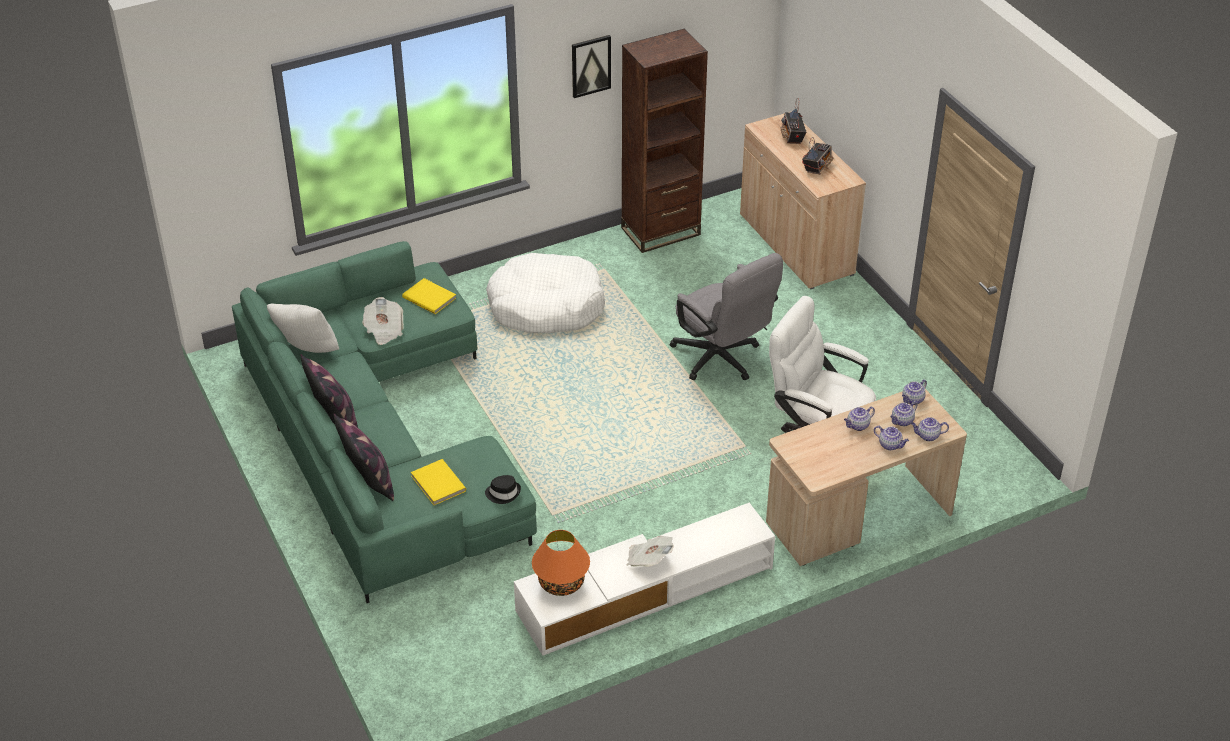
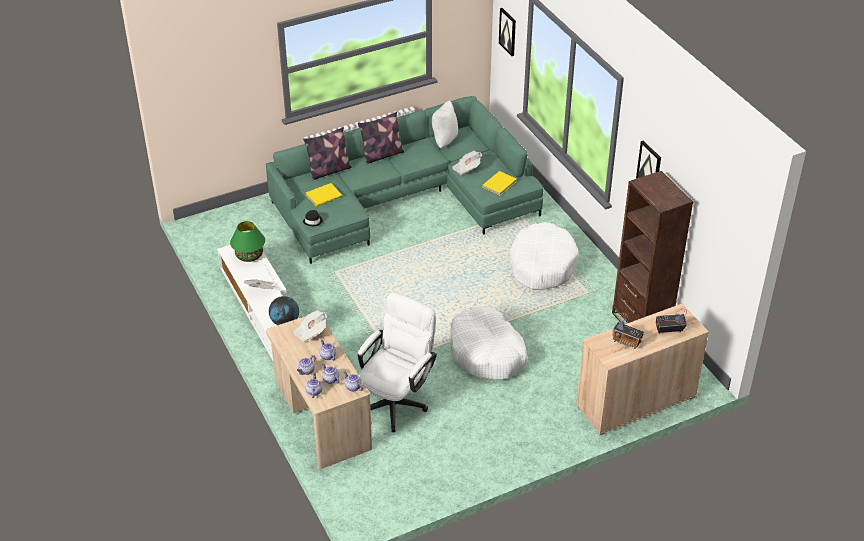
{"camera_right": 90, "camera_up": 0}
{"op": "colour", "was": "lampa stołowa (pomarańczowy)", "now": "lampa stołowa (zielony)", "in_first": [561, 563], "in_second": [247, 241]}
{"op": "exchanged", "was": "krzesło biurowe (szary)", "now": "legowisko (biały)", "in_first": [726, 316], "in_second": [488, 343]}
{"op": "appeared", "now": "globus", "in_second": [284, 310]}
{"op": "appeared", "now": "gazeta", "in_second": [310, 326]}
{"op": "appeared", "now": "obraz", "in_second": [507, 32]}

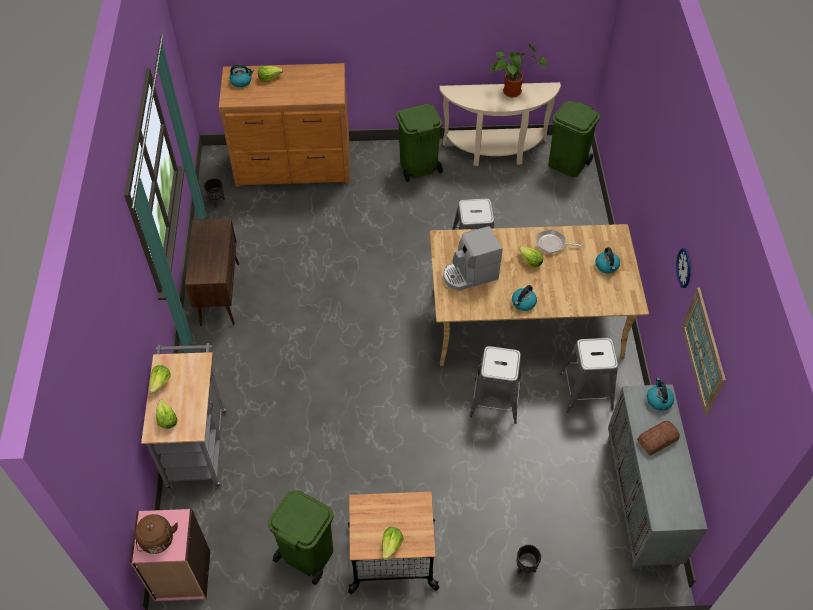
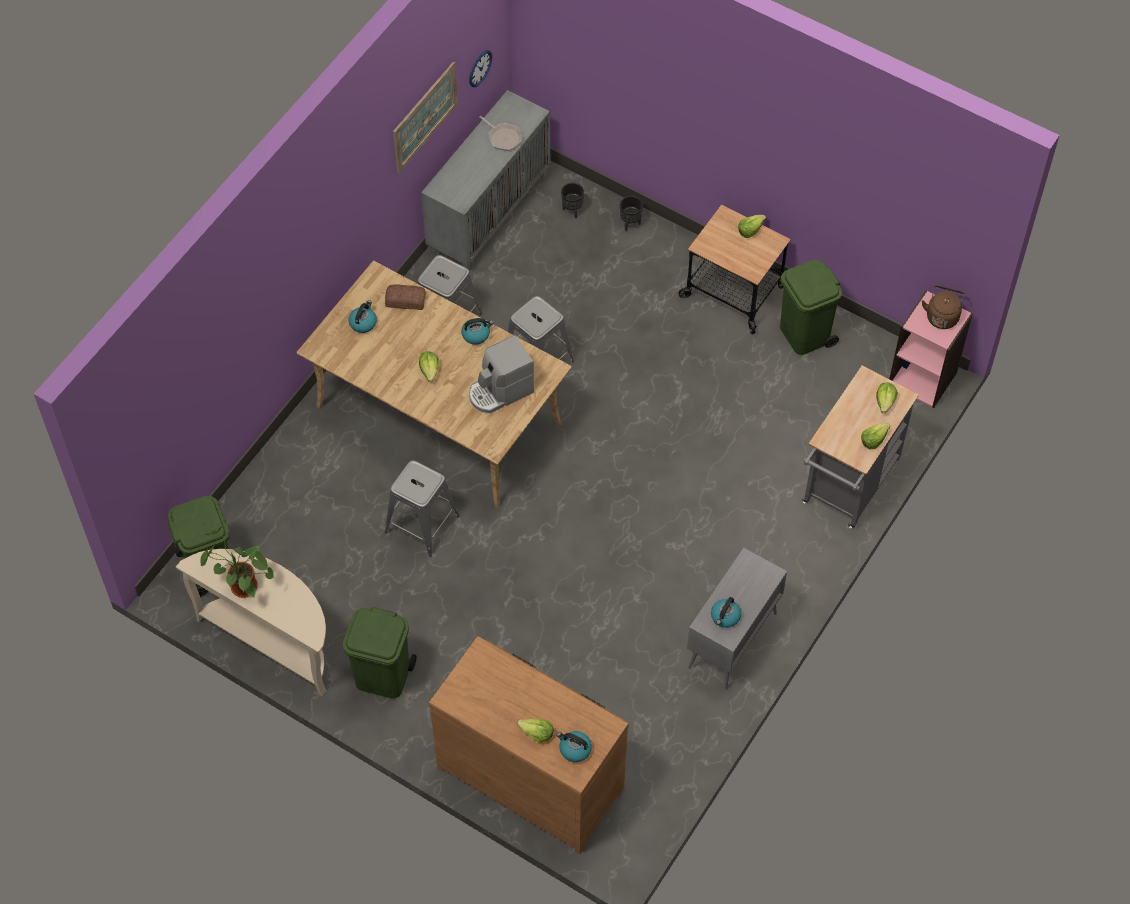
{"camera_right": -145, "camera_up": 5}
{"op": "colour", "was": "szafka (brązowy)", "now": "szafka (szary)", "in_first": [212, 272], "in_second": [737, 619]}
{"op": "relocated", "was": "donica (czarny)", "in_first": [214, 193], "in_second": [572, 200]}
{"op": "spun", "was": "ekspres do kawy", "in_first": [472, 258], "in_second": [501, 374], "clockwise": 135}
{"op": "relocated", "was": "patelnia", "in_first": [560, 241], "in_second": [500, 133]}
{"op": "relocated", "was": "chleb", "in_first": [658, 438], "in_second": [405, 297]}
{"op": "relocated", "was": "czajnik", "in_first": [660, 394], "in_second": [726, 612]}
{"op": "relocated", "was": "zegar ścienny", "in_first": [683, 268], "in_second": [480, 69]}

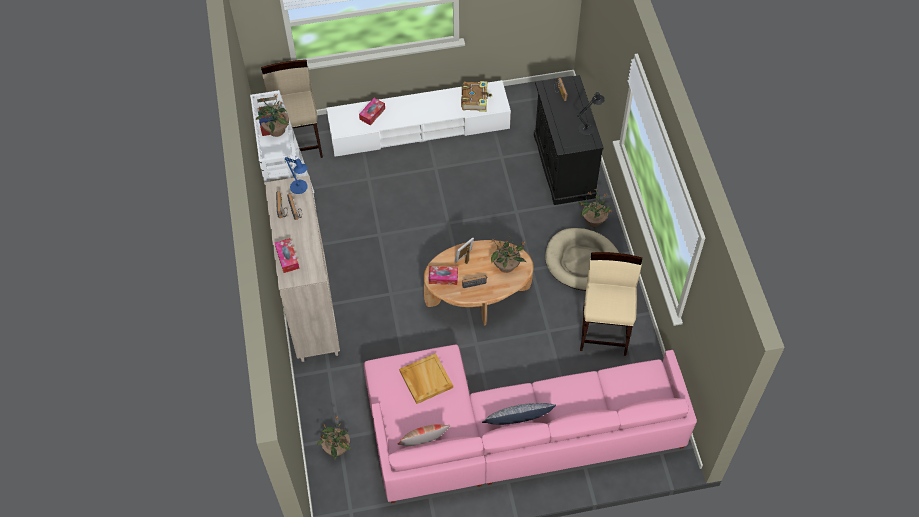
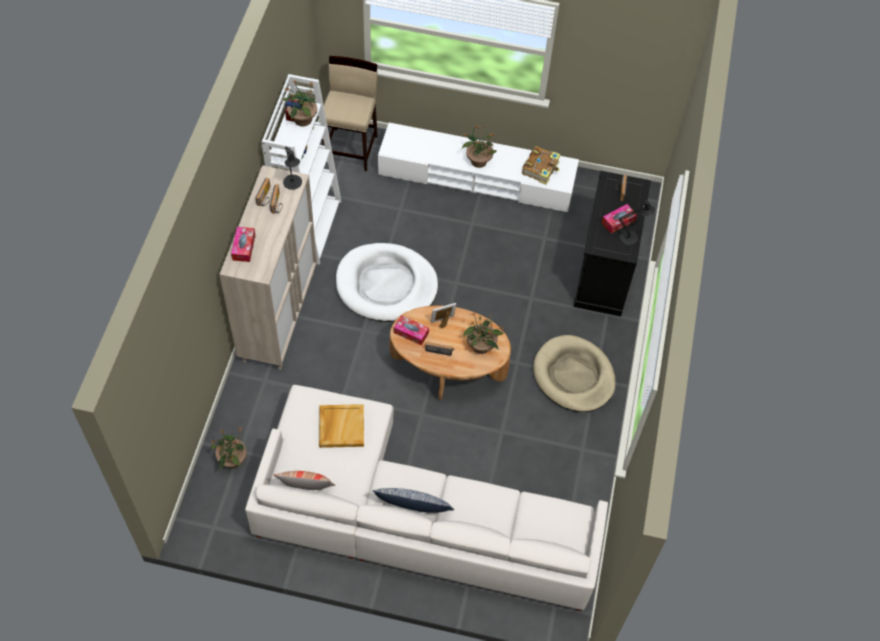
{"camera_right": 20, "camera_up": 0}
{"op": "colour", "was": "lampa stołowa (niebieski)", "now": "lampa stołowa (czarny)", "in_first": [296, 175], "in_second": [292, 168]}
{"op": "relocated", "was": "pudełko chusteczek", "in_first": [372, 111], "in_second": [619, 218]}
{"op": "colour", "was": "kanapa (różowy)", "now": "kanapa (biały)", "in_first": [530, 423], "in_second": [426, 498]}
{"op": "relocated", "was": "roślina doniczkowa", "in_first": [596, 207], "in_second": [479, 146]}
{"op": "missing", "was": "stołek (beżowy)", "in_first": [611, 304]}
{"op": "appeared", "now": "legowisko (biały)", "in_second": [387, 282]}

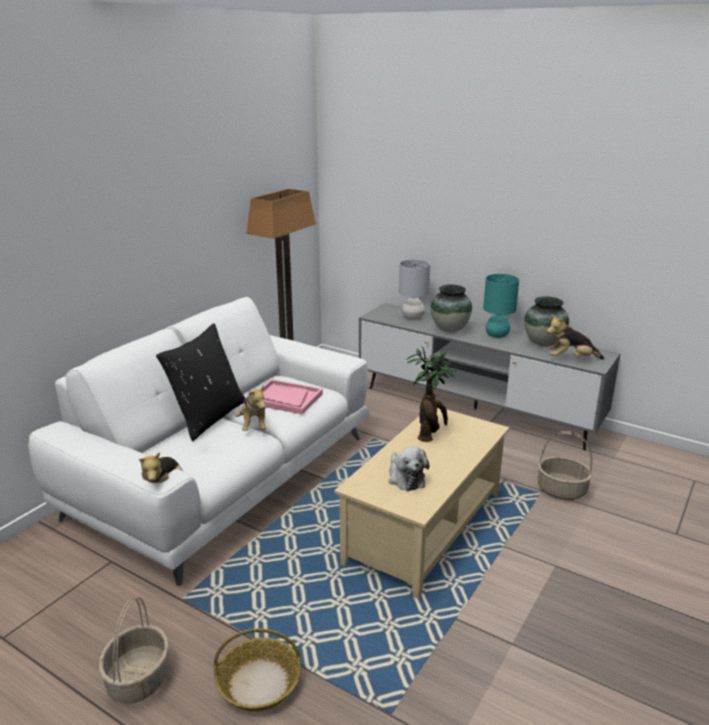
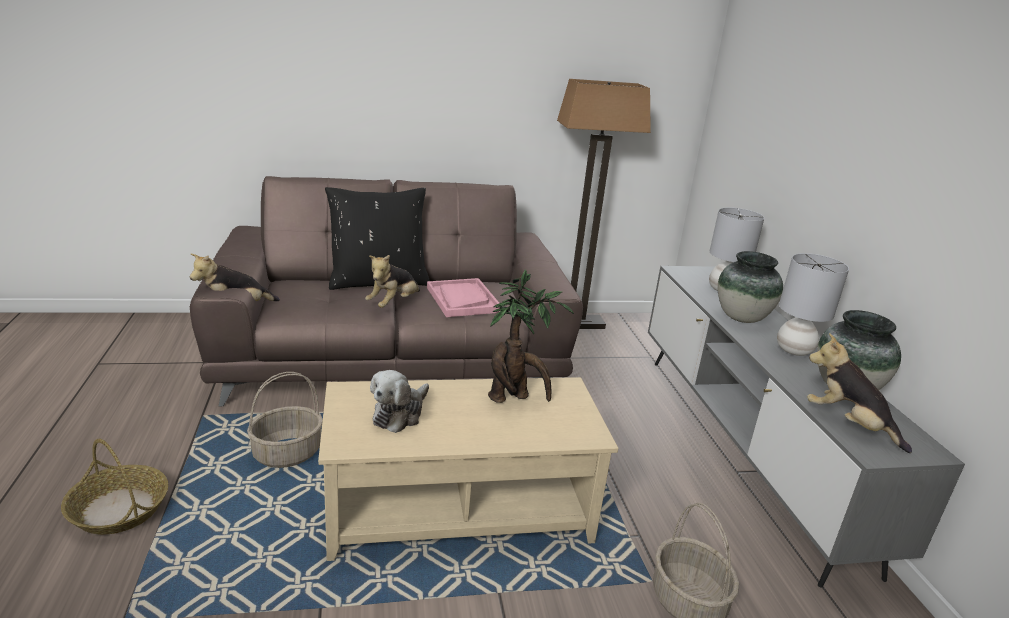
{"camera_right": 45, "camera_up": 0}
{"op": "colour", "was": "kanapa (biały)", "now": "kanapa (brązowy)", "in_first": [199, 441], "in_second": [386, 291]}
{"op": "relocated", "was": "koszyk", "in_first": [134, 650], "in_second": [285, 420]}
{"op": "colour", "was": "lampa stołowa (turkusowy)", "now": "lampa stołowa (szary)", "in_first": [501, 306], "in_second": [813, 304]}

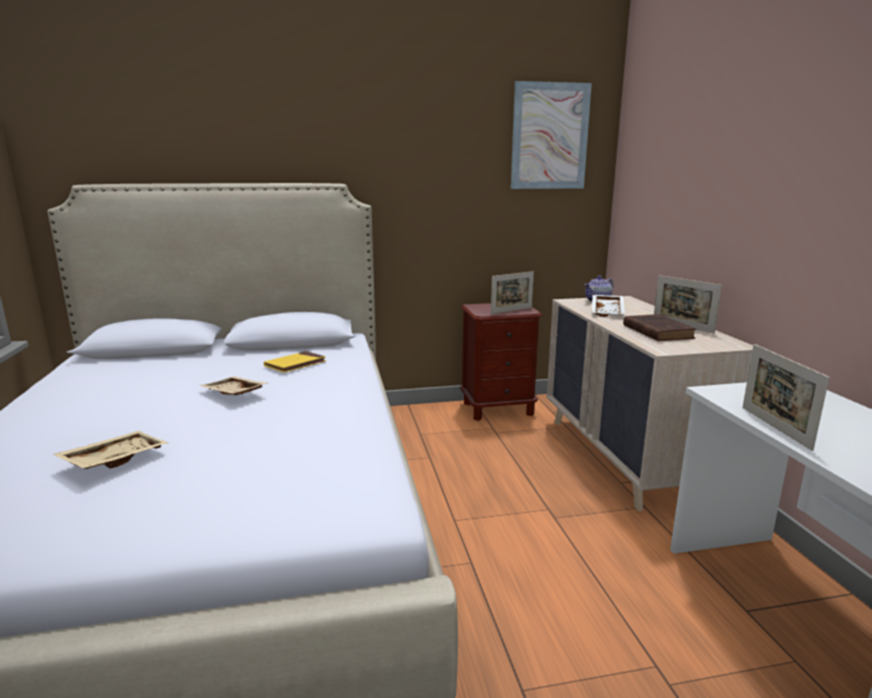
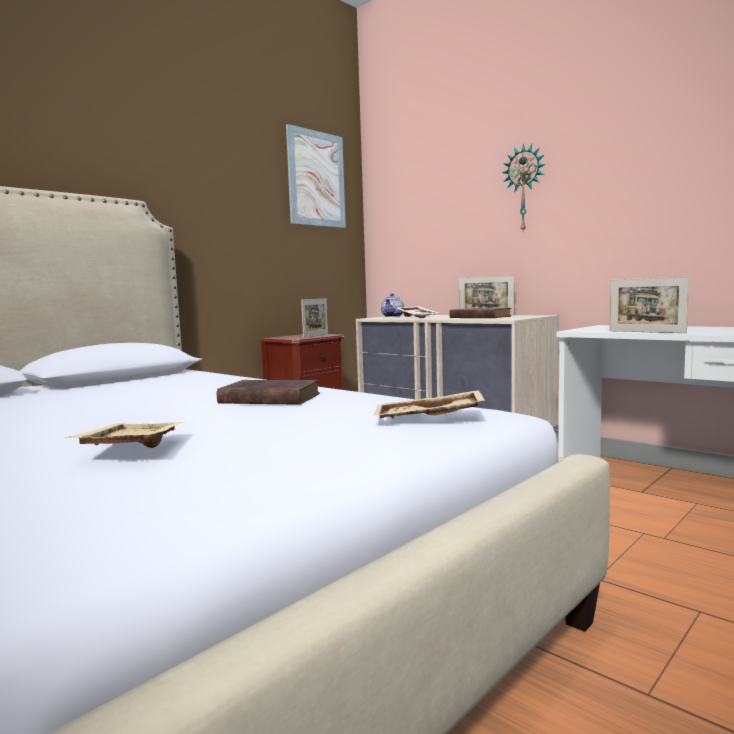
{"camera_right": -35, "camera_up": -10}
{"op": "relocated", "was": "taca (beżowy)", "in_first": [233, 385], "in_second": [429, 404]}
{"op": "missing", "was": "książka (żółty)", "in_first": [295, 362]}
{"op": "appeared", "now": "książka (brązowy)", "in_second": [268, 392]}
{"op": "appeared", "now": "zegar ścienny", "in_second": [524, 187]}

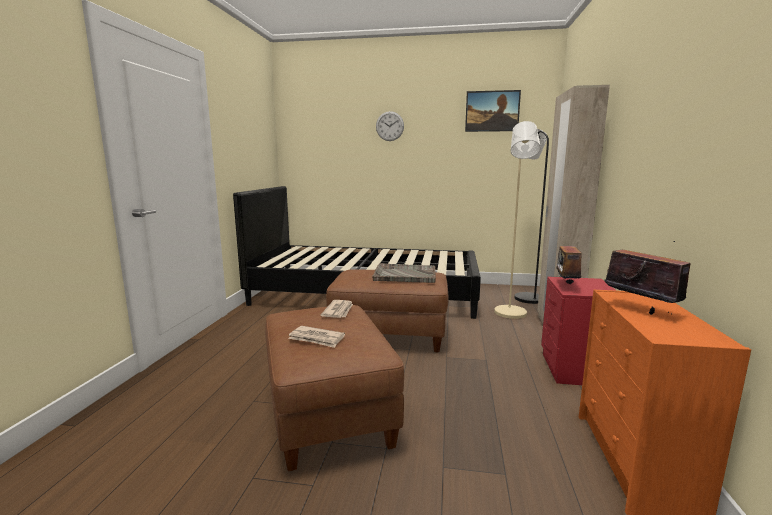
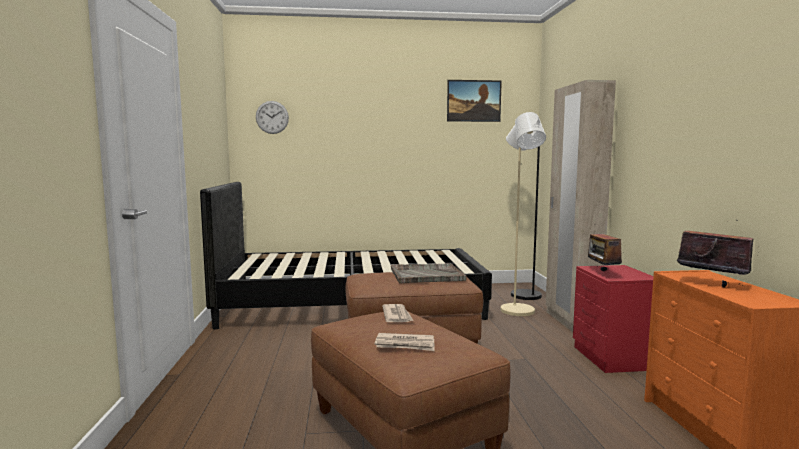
{"camera_right": -15, "camera_up": -5}
{"op": "relocated", "was": "zegar ścienny", "in_first": [390, 126], "in_second": [272, 117]}

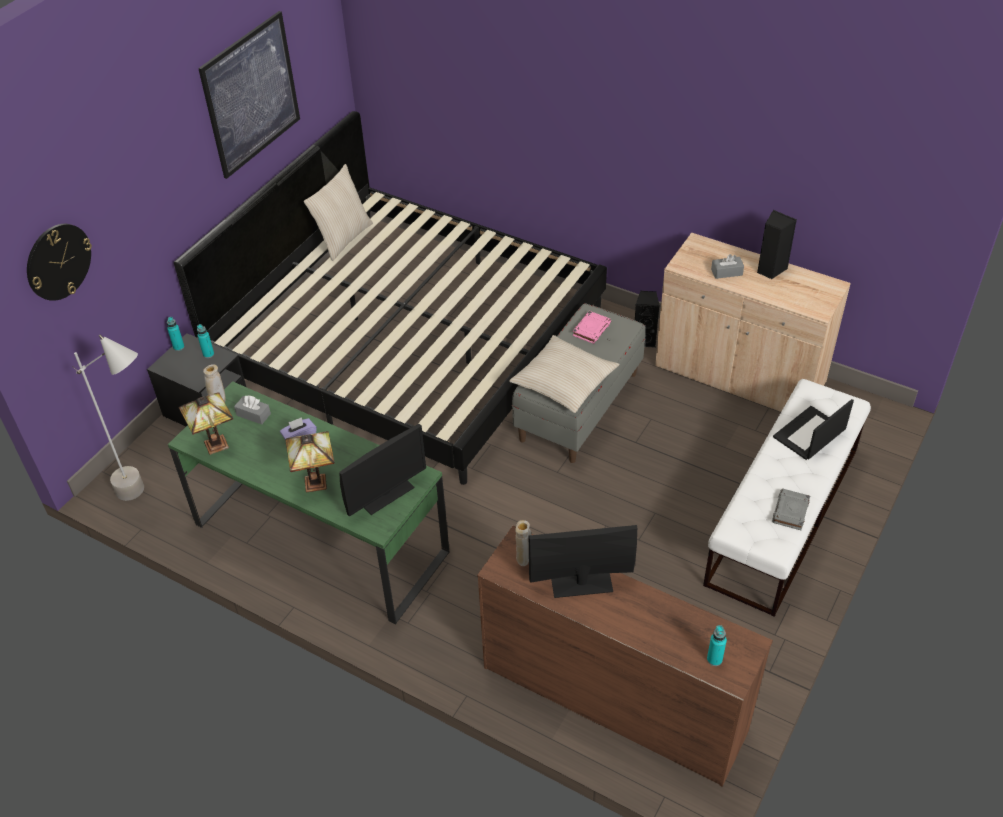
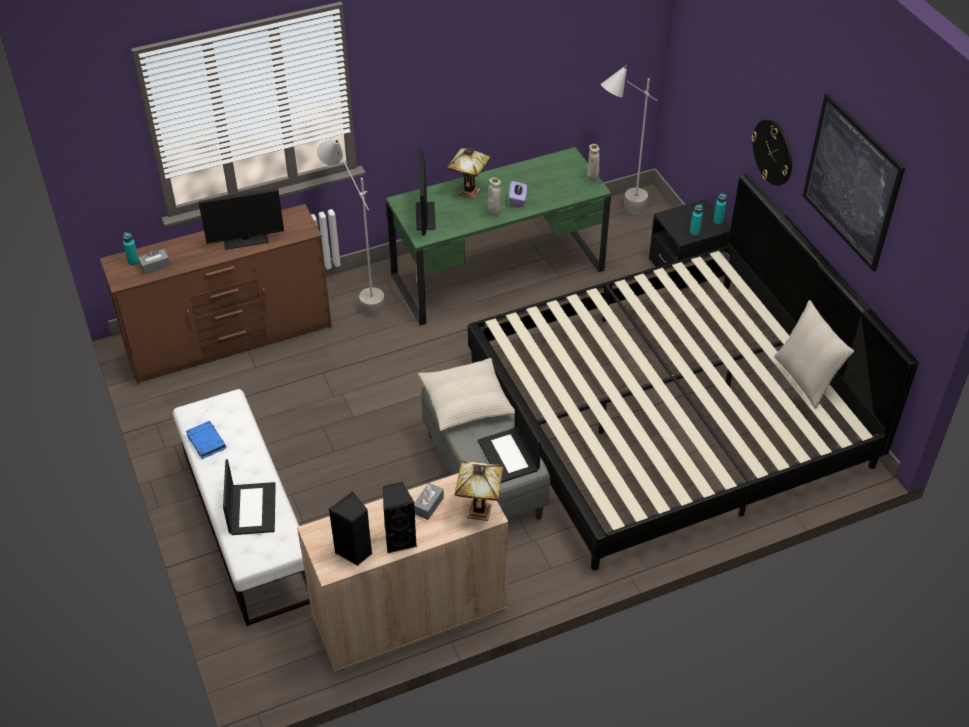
{"camera_right": 125, "camera_up": 0}
{"op": "relocated", "was": "zegar ścienny", "in_first": [59, 262], "in_second": [771, 152]}
{"op": "relocated", "was": "lampa stołowa", "in_first": [206, 423], "in_second": [479, 491]}
{"op": "relocated", "was": "pudełko chusteczek (szary)", "in_first": [252, 409], "in_second": [154, 262]}
{"op": "relocated", "was": "wazon (beżowy)", "in_first": [523, 543], "in_second": [494, 197]}
{"op": "spun", "was": "monitor", "in_first": [583, 561], "in_second": [241, 219], "clockwise": 45}
{"op": "exchanged", "was": "książka (różowy)", "now": "laptop", "in_first": [591, 327], "in_second": [509, 442]}
{"op": "relocated", "was": "głośnik (czarny)", "in_first": [647, 319], "in_second": [350, 528]}
{"op": "colour", "was": "książka (szary)", "now": "książka (niebieski)", "in_first": [791, 509], "in_second": [206, 440]}
{"op": "appeared", "now": "lampa stojąca (szary)", "in_second": [351, 228]}

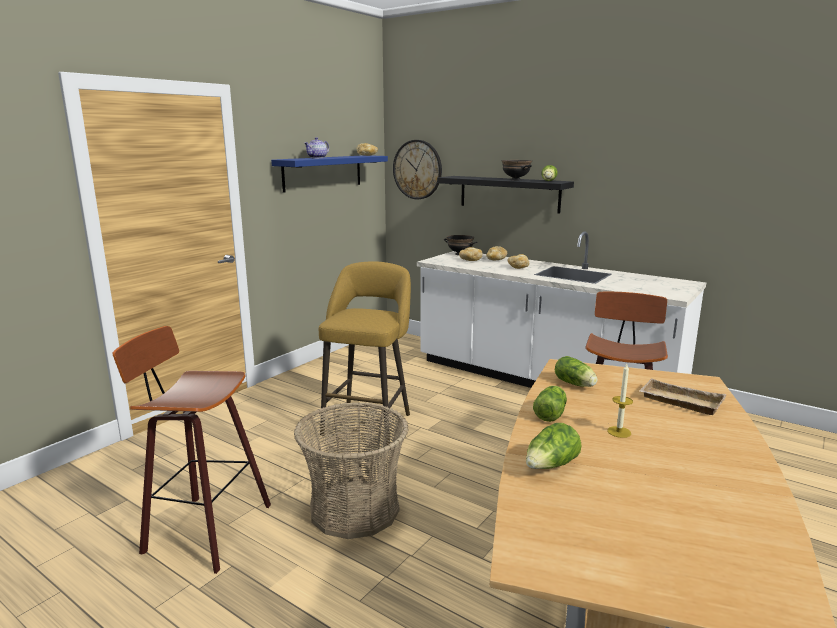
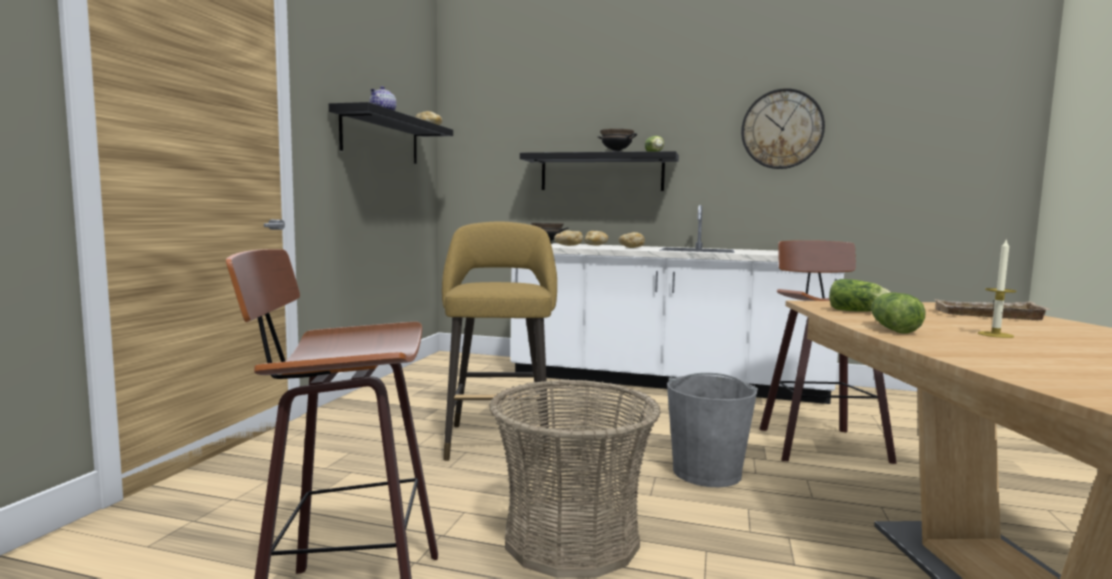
{"camera_right": -20, "camera_up": -10}
{"op": "colour", "was": "półka (niebieski)", "now": "półka (czarny)", "in_first": [329, 174], "in_second": [391, 133]}
{"op": "relocated", "was": "zegar ścienny", "in_first": [417, 169], "in_second": [783, 128]}
{"op": "missing", "was": "sałata", "in_first": [554, 446]}
{"op": "appeared", "now": "wiadro (szary)", "in_second": [712, 430]}

